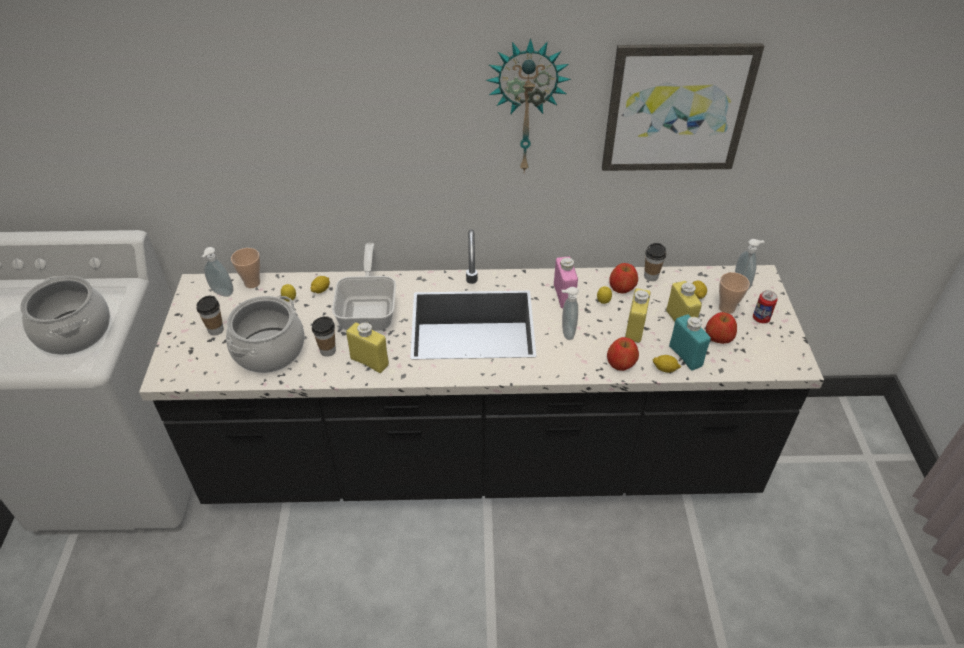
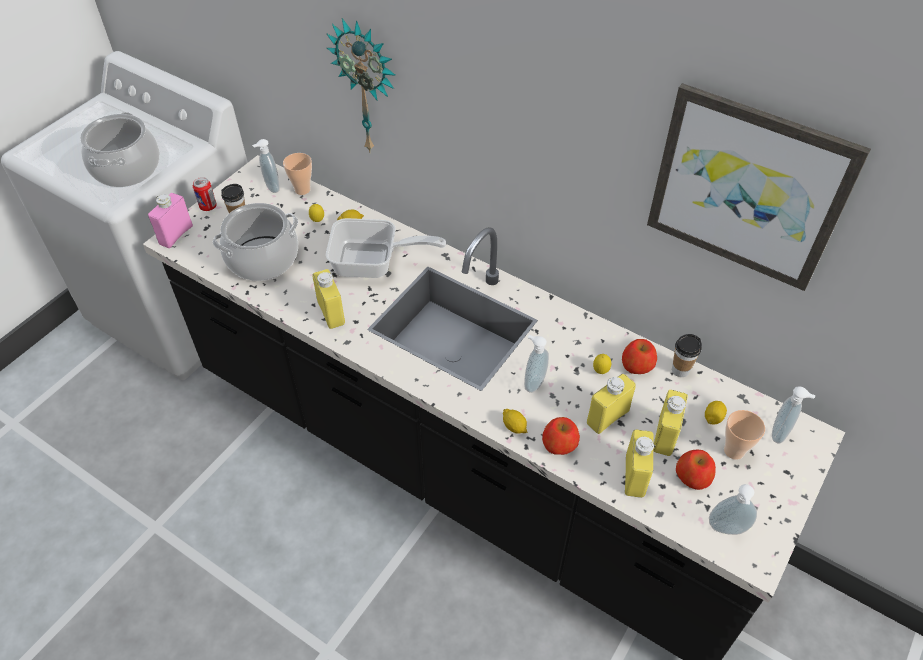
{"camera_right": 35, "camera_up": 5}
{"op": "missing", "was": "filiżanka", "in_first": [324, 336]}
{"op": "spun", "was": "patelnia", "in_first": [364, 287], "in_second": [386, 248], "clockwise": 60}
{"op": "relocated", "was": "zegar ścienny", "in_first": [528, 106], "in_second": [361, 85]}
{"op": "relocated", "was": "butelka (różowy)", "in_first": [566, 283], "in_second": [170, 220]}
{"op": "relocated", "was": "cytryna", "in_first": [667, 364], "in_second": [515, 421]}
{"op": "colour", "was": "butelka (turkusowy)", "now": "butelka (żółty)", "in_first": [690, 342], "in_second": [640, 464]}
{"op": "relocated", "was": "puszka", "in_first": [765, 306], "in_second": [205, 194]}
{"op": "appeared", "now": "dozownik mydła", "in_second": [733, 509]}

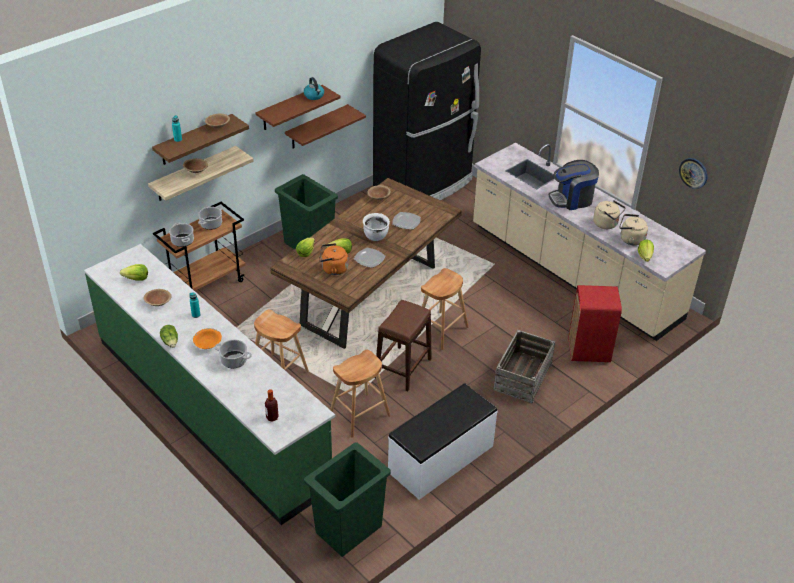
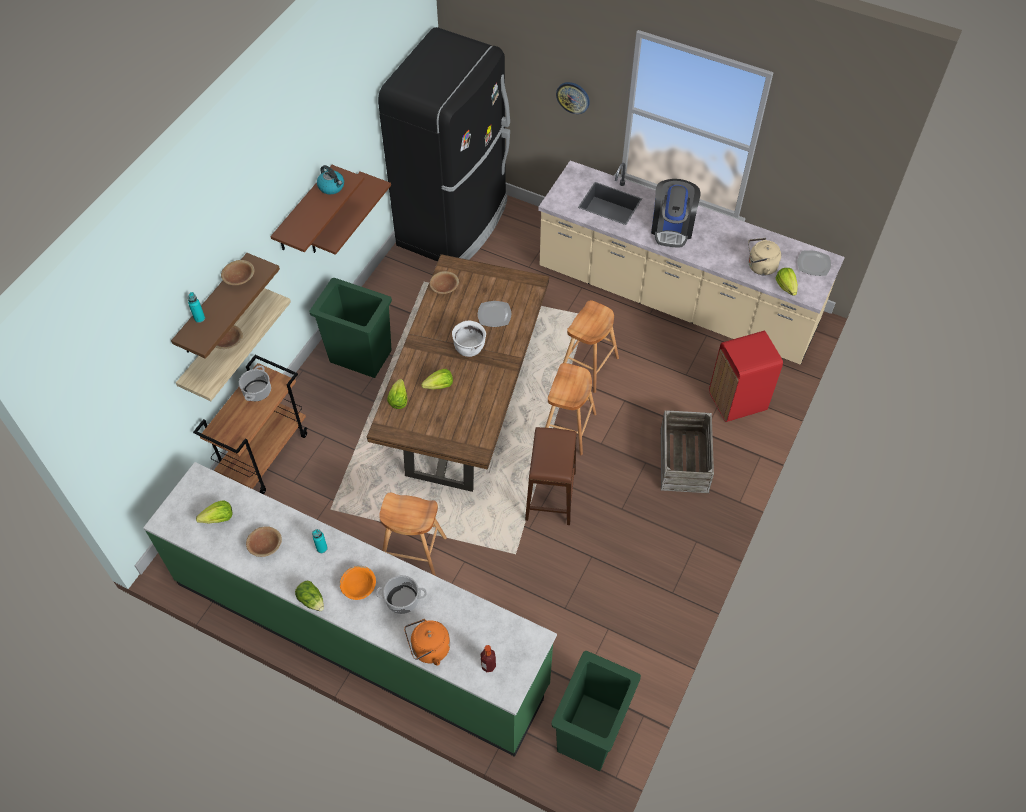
{"camera_right": -20, "camera_up": 15}
{"op": "missing", "was": "garnek", "in_first": [181, 235]}
{"op": "relocated", "was": "czajnik (pomarańczowy)", "in_first": [333, 259], "in_second": [427, 642]}
{"op": "relocated", "was": "stołek (brązowy)", "in_first": [360, 394], "in_second": [591, 346]}
{"op": "relocated", "was": "talerz", "in_first": [370, 258], "in_second": [814, 263]}
{"op": "missing", "was": "ławka (biały)", "in_first": [443, 441]}
{"op": "spun", "was": "ekspres do kawy", "in_first": [574, 185], "in_second": [676, 213], "clockwise": -45}
{"op": "missing", "was": "czajnik (beżowy)", "in_first": [609, 214]}
{"op": "relocated", "was": "zegar ścienny", "in_first": [693, 173], "in_second": [573, 98]}

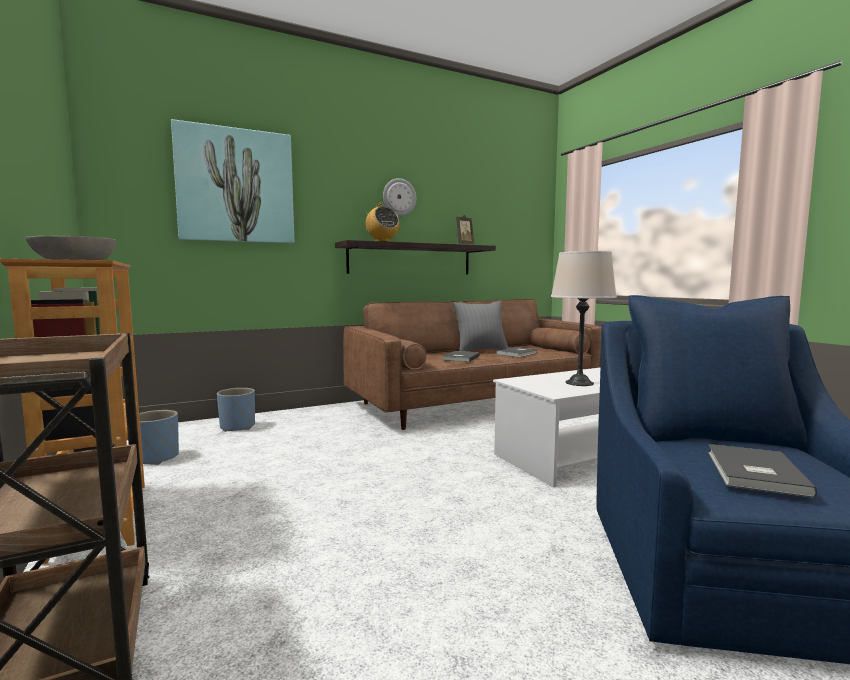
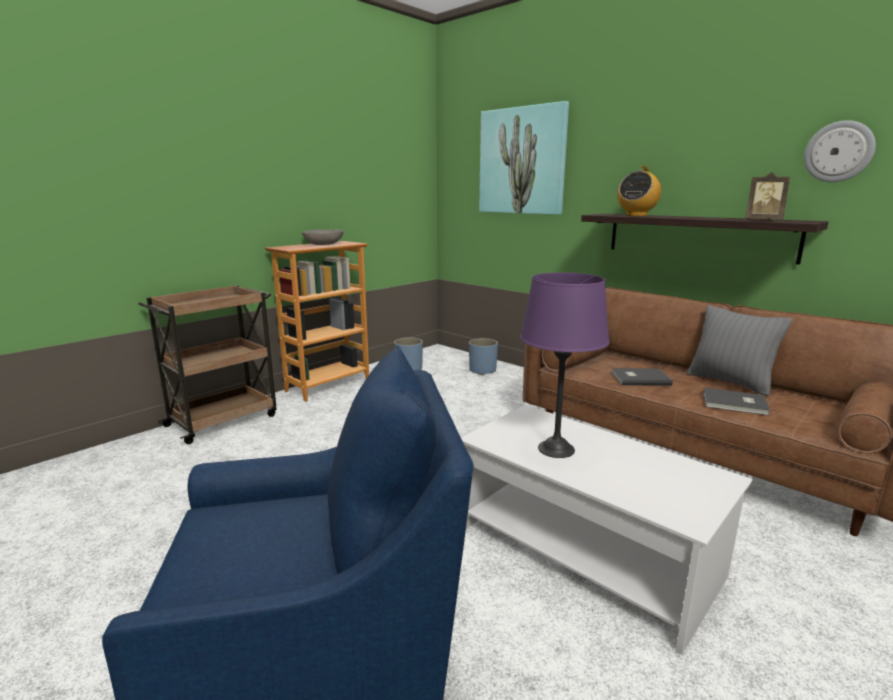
{"camera_right": 70, "camera_up": 10}
{"op": "relocated", "was": "zegar ścienny", "in_first": [399, 197], "in_second": [840, 151]}
{"op": "colour", "was": "lampa stołowa (beżowy)", "now": "lampa stołowa (fioletowy)", "in_first": [584, 318], "in_second": [564, 365]}
{"op": "missing", "was": "książka (szary)", "in_first": [762, 471]}

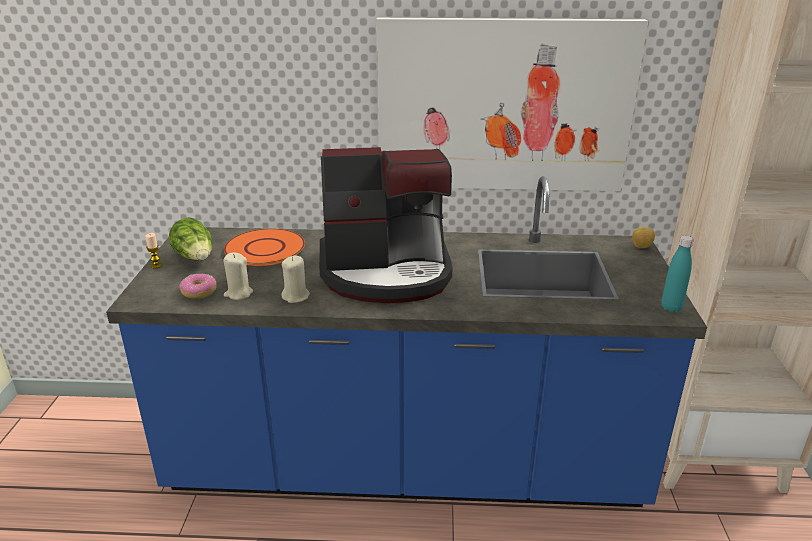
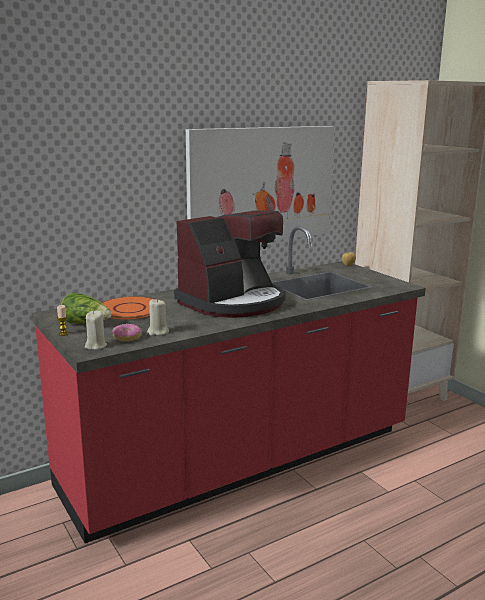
{"camera_right": -35, "camera_up": -10}
{"op": "colour", "was": "zabudowa kuchenna (niebieski)", "now": "zabudowa kuchenna (czerwony)", "in_first": [406, 341], "in_second": [229, 384]}
{"op": "relocated", "was": "świeca (beżowy)", "in_first": [295, 279], "in_second": [96, 330]}
{"op": "missing", "was": "butelka (turkusowy)", "in_first": [677, 274]}

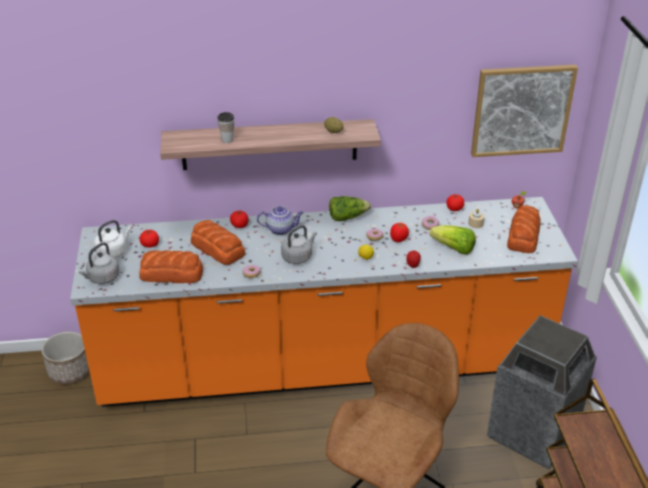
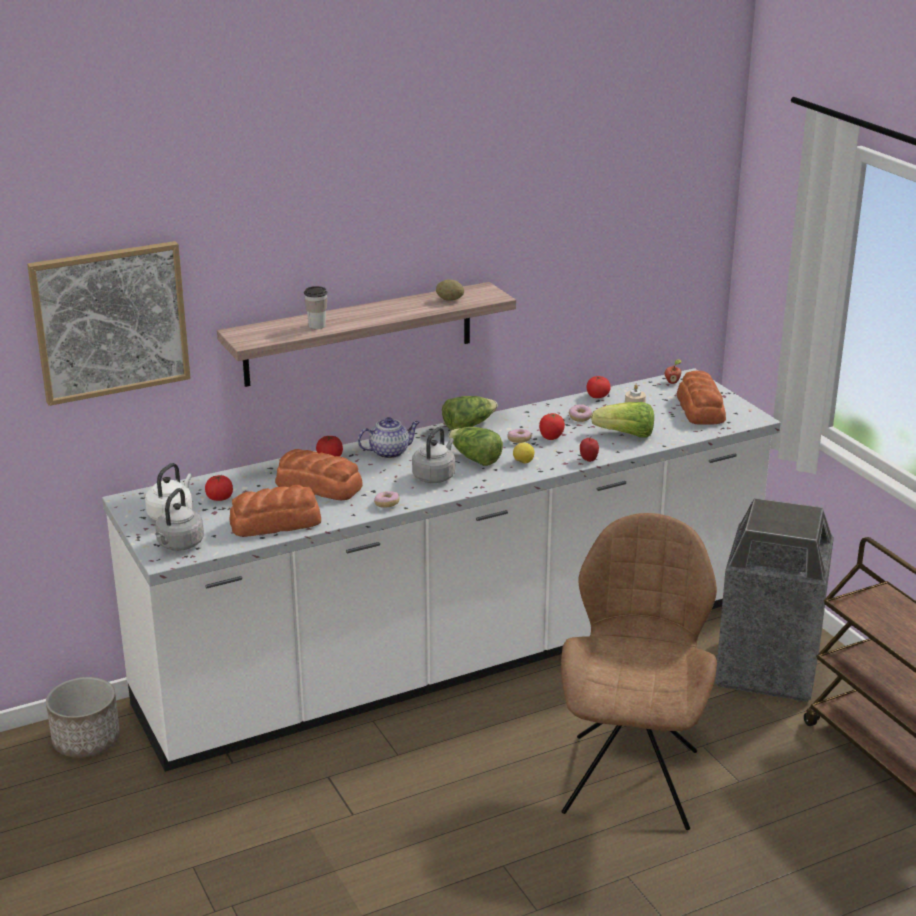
{"camera_right": -20, "camera_up": -10}
{"op": "colour", "was": "zabudowa kuchenna (pomarańczowy)", "now": "zabudowa kuchenna (biały)", "in_first": [324, 302], "in_second": [441, 570]}
{"op": "relocated", "was": "obraz", "in_first": [524, 111], "in_second": [109, 323]}
{"op": "appeared", "now": "sałata", "in_second": [476, 446]}

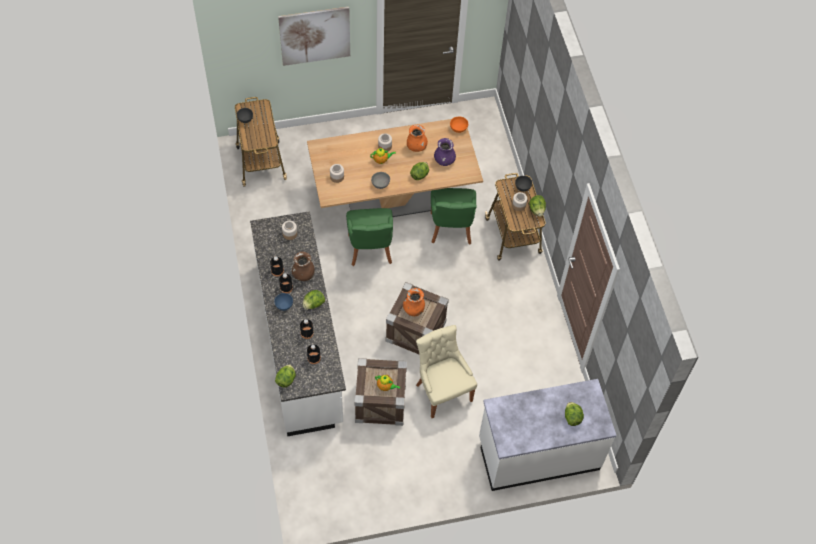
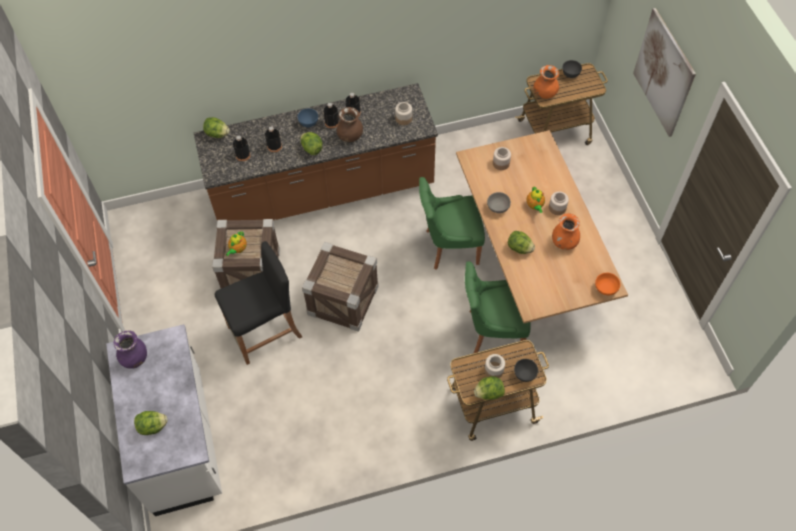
{"camera_right": 90, "camera_up": 0}
{"op": "colour", "was": "zabudowa kuchenna (biały)", "now": "zabudowa kuchenna (brązowy)", "in_first": [298, 323], "in_second": [316, 151]}
{"op": "relocated", "was": "wazon (pomarańczowy)", "in_first": [414, 302], "in_second": [546, 82]}
{"op": "exchanged", "was": "krzesło (beżowy)", "now": "stołek (czarny)", "in_first": [446, 371], "in_second": [258, 303]}
{"op": "relocated", "was": "wazon (fioletowy)", "in_first": [445, 152], "in_second": [130, 349]}

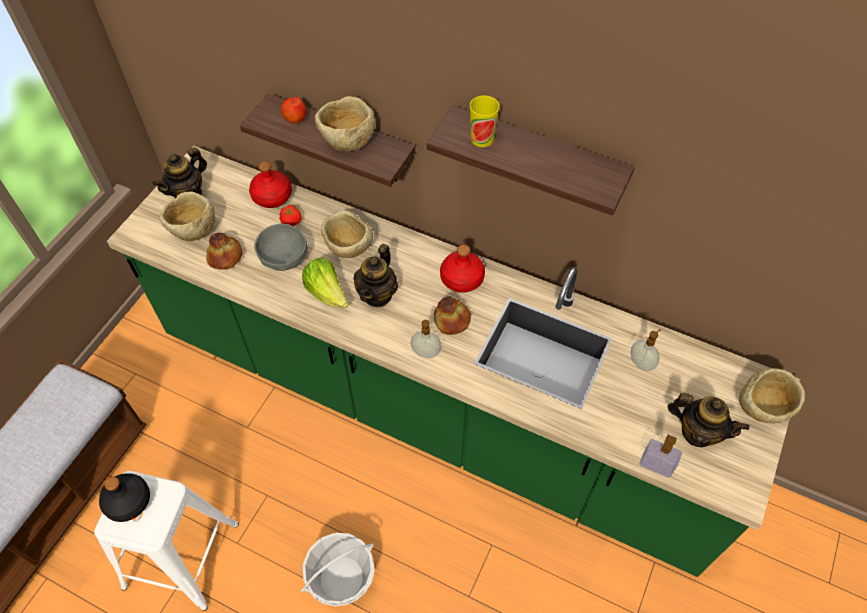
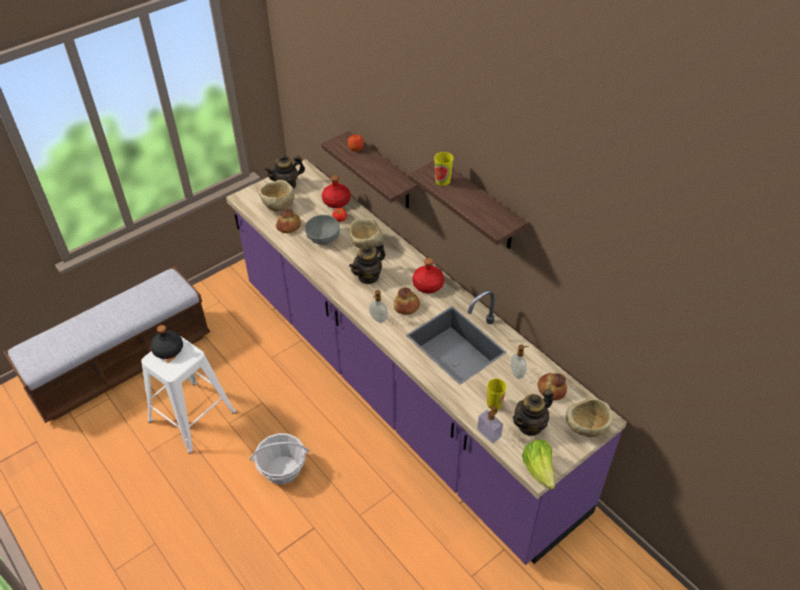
{"camera_right": 25, "camera_up": -10}
{"op": "colour", "was": "zabudowa kuchenna (zielony)", "now": "zabudowa kuchenna (fioletowy)", "in_first": [453, 361], "in_second": [426, 362]}
{"op": "relocated", "was": "sałata", "in_first": [325, 282], "in_second": [538, 465]}
{"op": "missing", "was": "miska (beżowy)", "in_first": [345, 124]}
{"op": "spun", "was": "imbryk", "in_first": [709, 420], "in_second": [533, 412], "clockwise": 90}
{"op": "appeared", "now": "filiżanka", "in_second": [497, 394]}
{"op": "appeared", "now": "chleb", "in_second": [552, 386]}

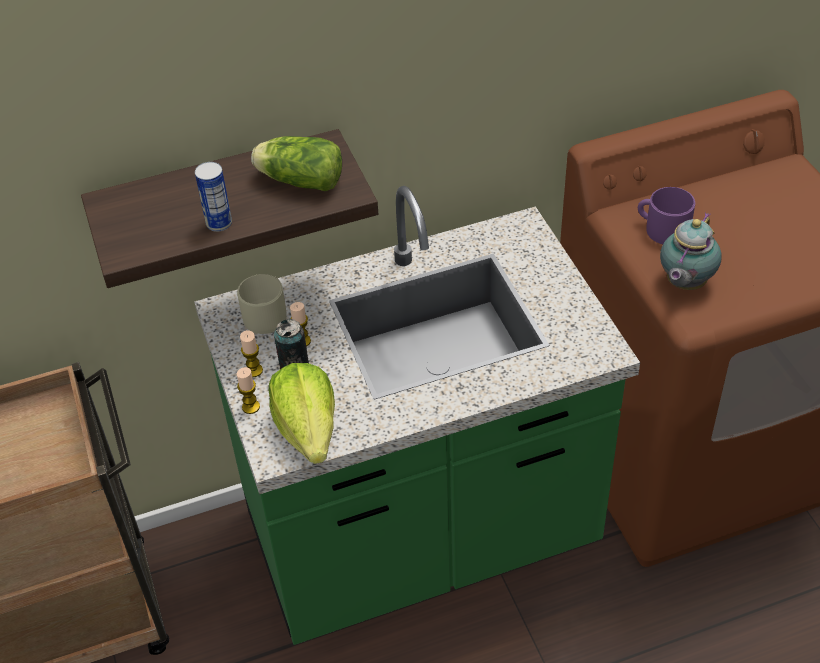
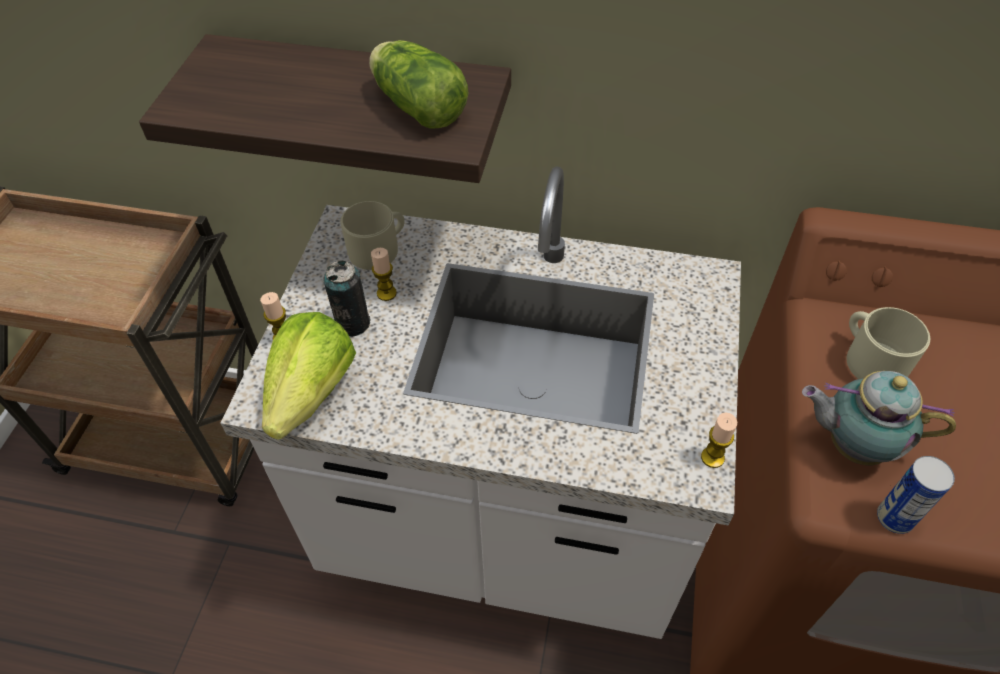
{"camera_right": 30, "camera_up": 5}
{"op": "colour", "was": "zabudowa kuchenna (zielony)", "now": "zabudowa kuchenna (biały)", "in_first": [417, 415], "in_second": [481, 402]}
{"op": "relocated", "was": "puszka", "in_first": [213, 197], "in_second": [916, 495]}
{"op": "relocated", "was": "świeca", "in_first": [251, 353], "in_second": [719, 440]}
{"op": "colour", "was": "kubek (fioletowy)", "now": "kubek (beżowy)", "in_first": [666, 215], "in_second": [888, 343]}
{"op": "spun", "was": "imbryk", "in_first": [691, 251], "in_second": [879, 418], "clockwise": 45}

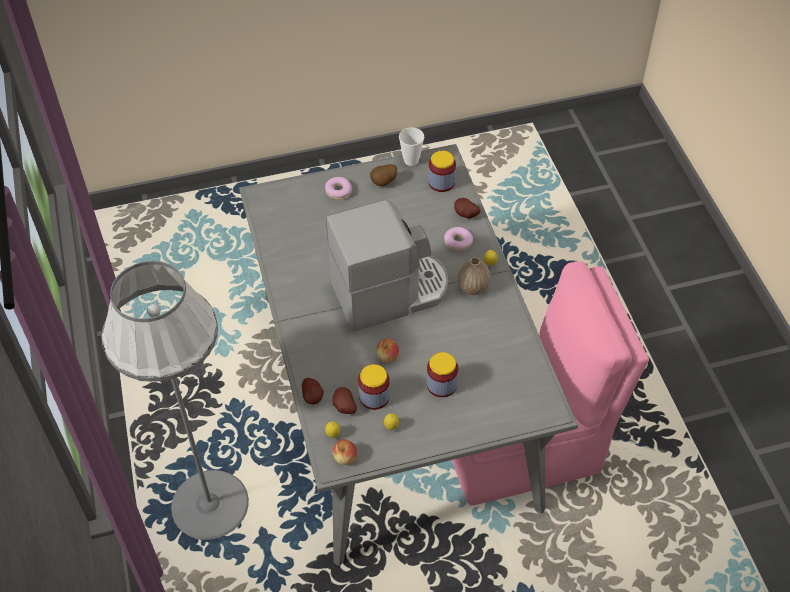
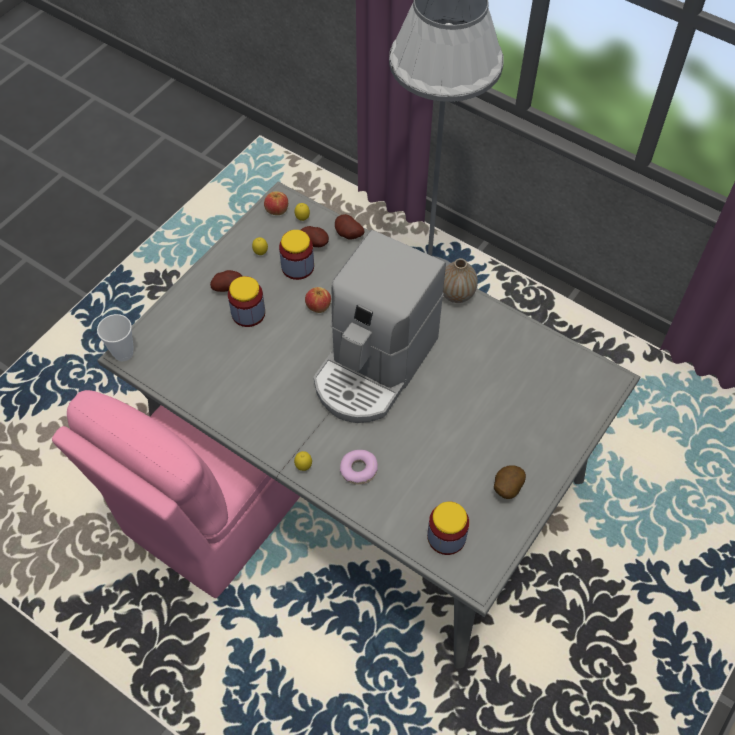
{"camera_right": 140, "camera_up": 5}
{"op": "missing", "was": "donut", "in_first": [338, 188]}
{"op": "relocated", "was": "filiżanka", "in_first": [411, 146], "in_second": [115, 337]}
{"op": "relocated", "was": "ziemniak", "in_first": [467, 208], "in_second": [226, 281]}
{"op": "relocated", "was": "wazon", "in_first": [474, 276], "in_second": [460, 280]}

